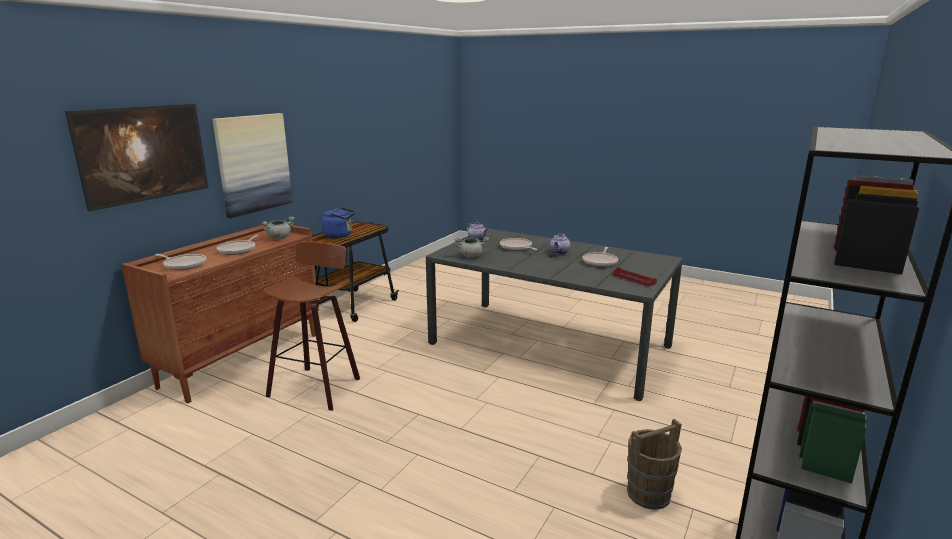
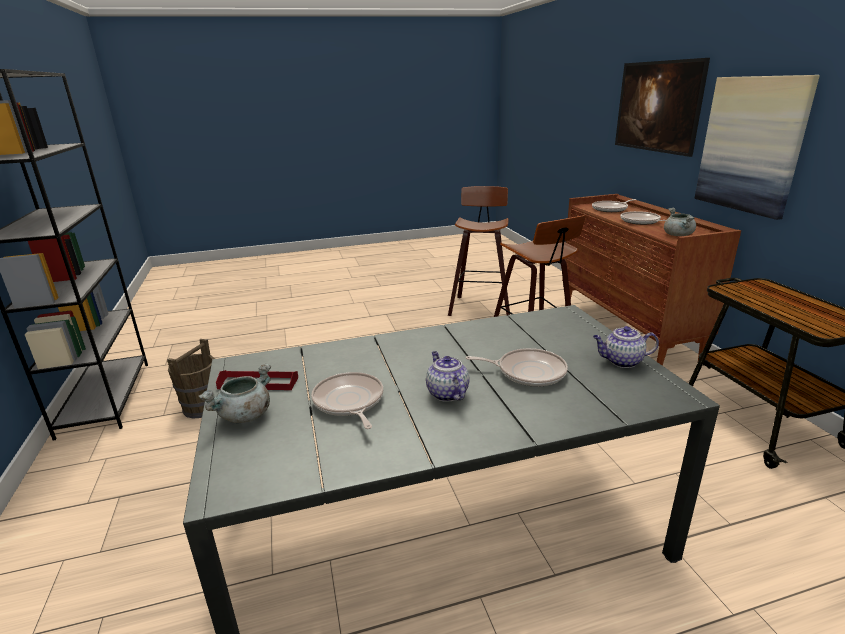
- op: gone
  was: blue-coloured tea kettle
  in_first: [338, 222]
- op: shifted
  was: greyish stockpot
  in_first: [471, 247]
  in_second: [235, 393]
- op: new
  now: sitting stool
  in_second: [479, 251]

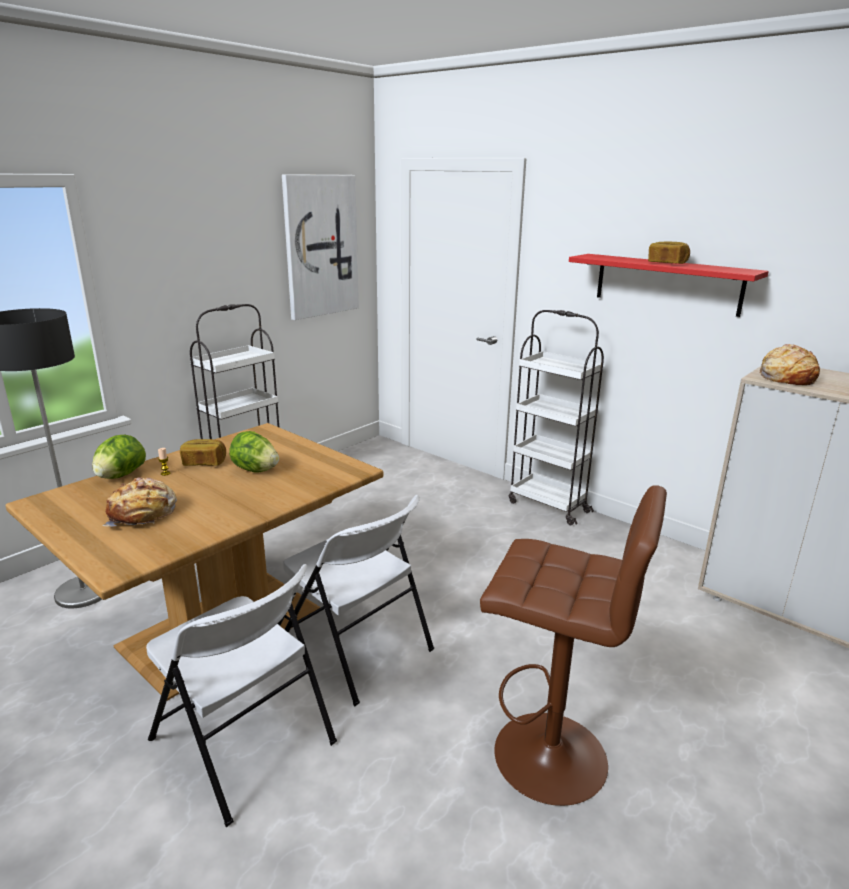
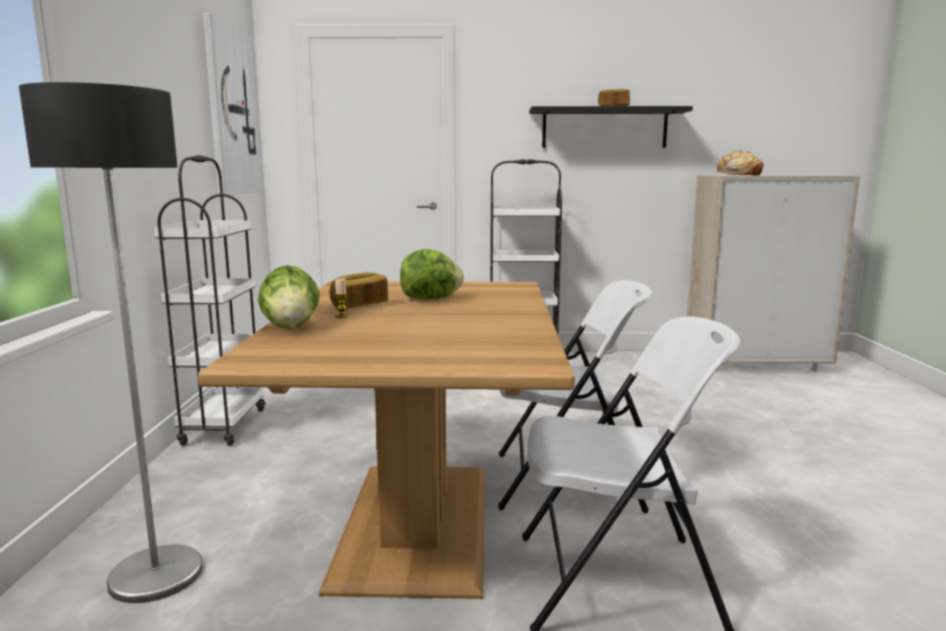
- op: gone
  was: bread
  in_first: [139, 502]
- op: gone
  was: brown-coloured sitting stool
  in_first: [573, 645]
- op: repainted
  was: reddish shelf
  now: black-coloured shelf
  in_first: [669, 285]
  in_second: [611, 127]

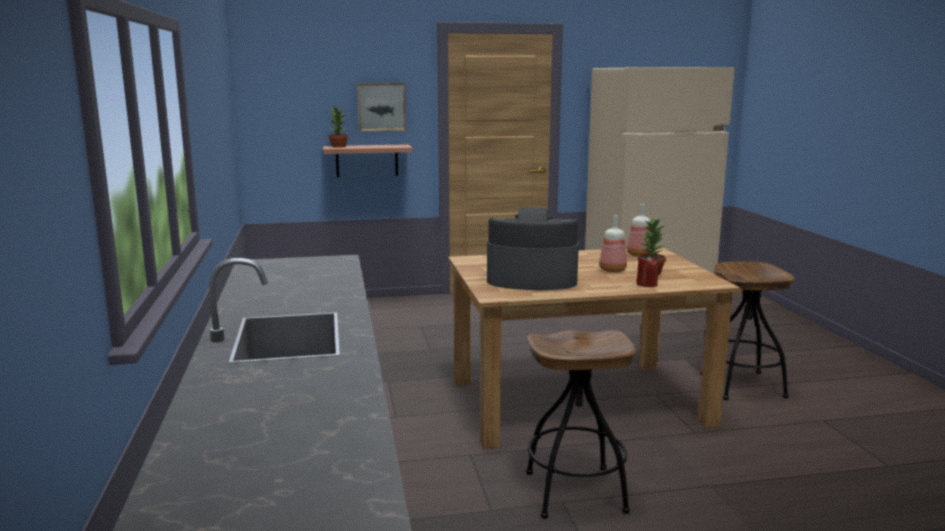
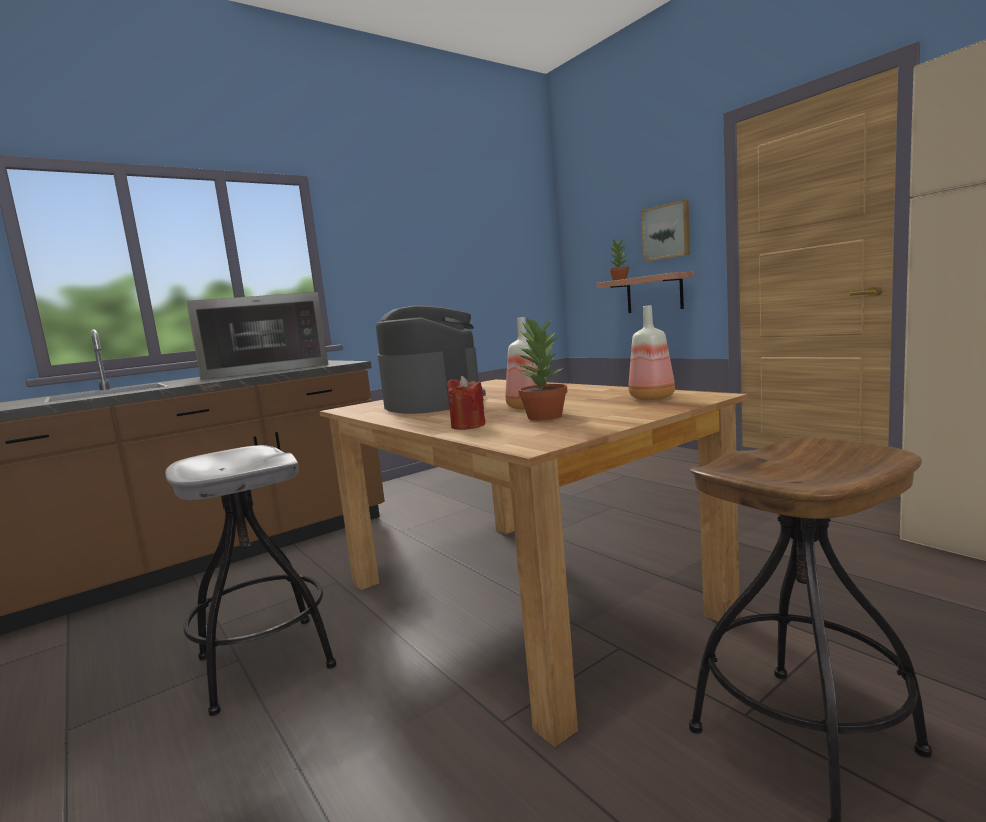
- op: repainted
  was: brown-coloured sitting stool
  now: greyish sitting stool
  in_first: [581, 424]
  in_second: [250, 580]
- op: new
  now: microwave oven
  in_second: [257, 336]

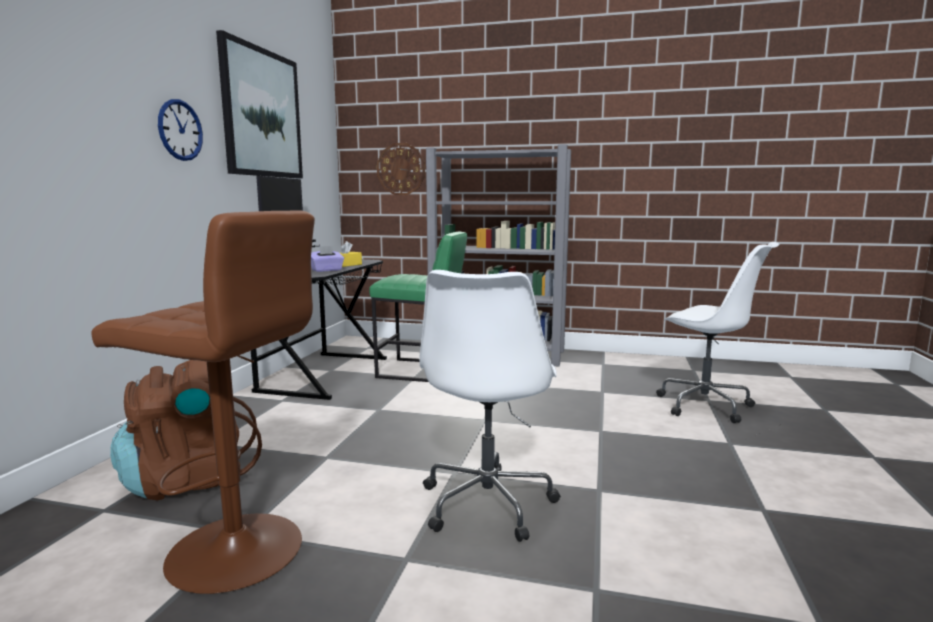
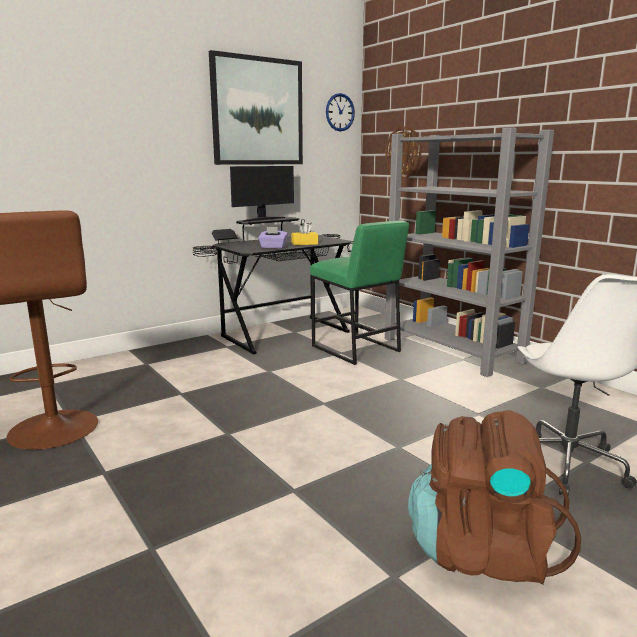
- op: shifted
  was: brown-coloured rucksack
  in_first: [186, 430]
  in_second: [494, 497]
- op: shifted
  was: hanging clock
  in_first: [180, 130]
  in_second: [340, 112]
- op: gone
  was: white-coloured computer chair
  in_first: [490, 406]

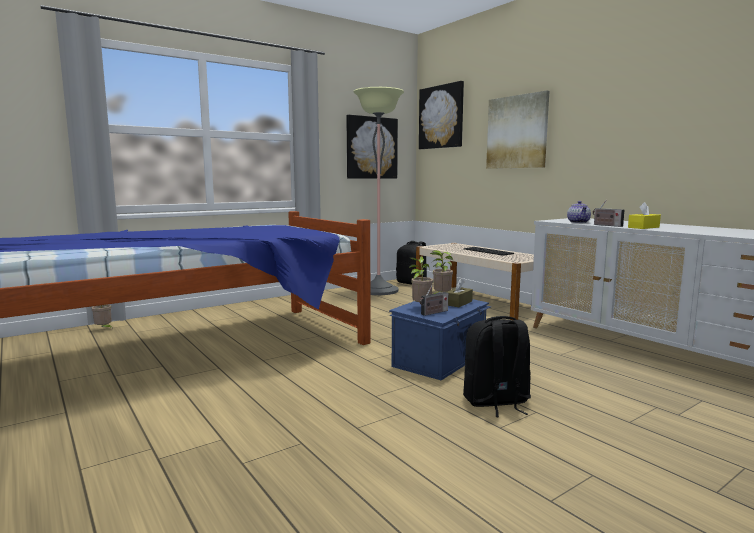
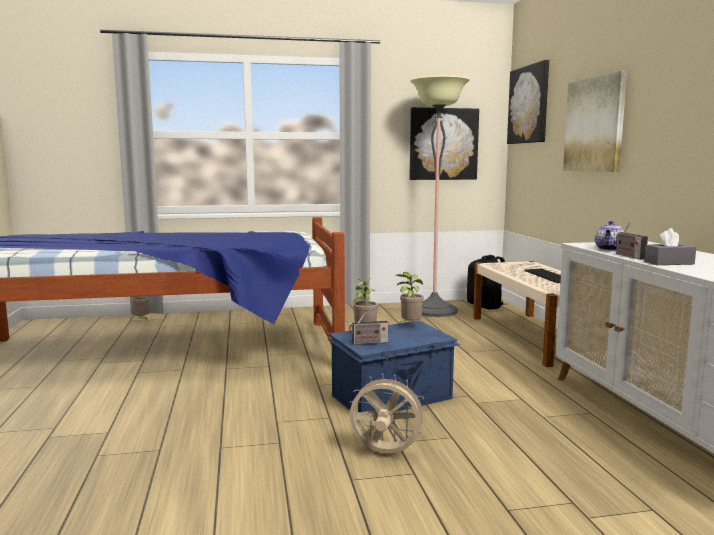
- op: gone
  was: brown-coloured tissue holder
  in_first: [460, 292]
- op: swapped
  was: black-coloured rucksack
  now: sand-coloured electric fan
  in_first: [497, 366]
  in_second: [388, 413]
- op: repainted
  was: yellow-coloured tissue holder
  now: greyish tissue holder
  in_first: [644, 215]
  in_second: [670, 246]

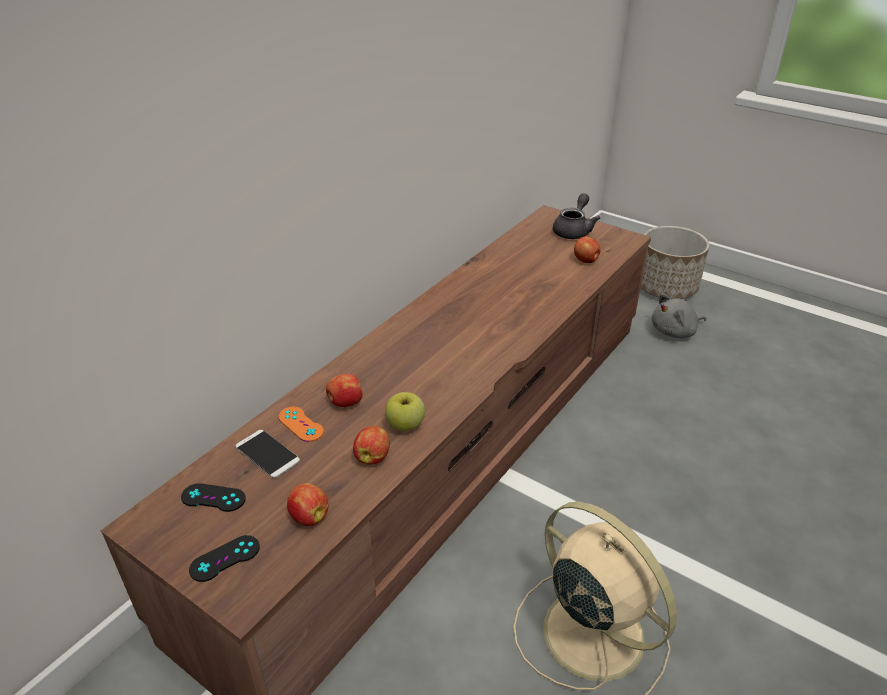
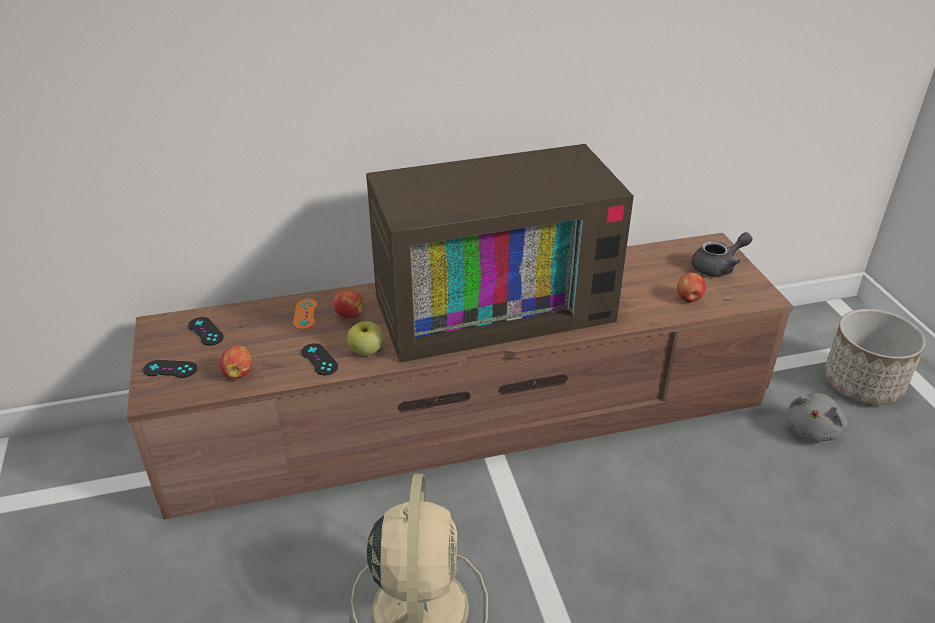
- op: gone
  was: telephone
  in_first: [268, 454]
- op: swapped
  was: apple fruit
  now: black-coloured game controller
  in_first: [371, 445]
  in_second: [319, 359]
- op: rotated
  was: greyish soft toy
  in_first: [679, 315]
  in_second: [817, 417]
  clockwise: -75
- op: new
  now: TV set
  in_second: [500, 253]

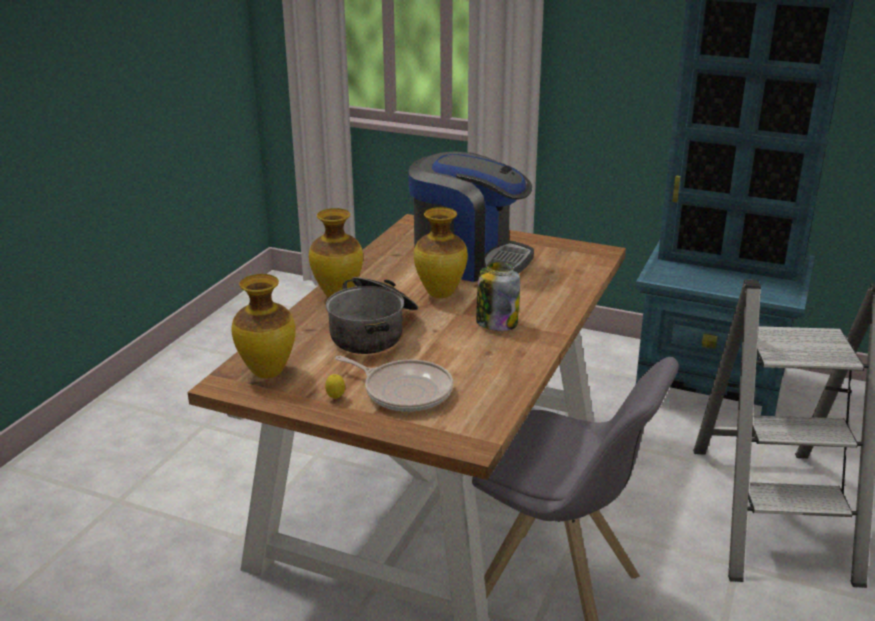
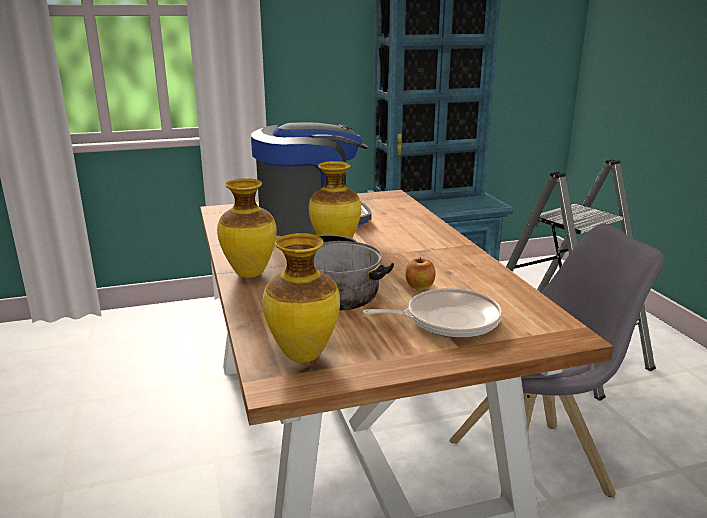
- op: gone
  was: citrus fruit
  in_first: [335, 386]
- op: gone
  was: jar
  in_first: [498, 296]
- op: new
  now: apple fruit
  in_second: [420, 273]

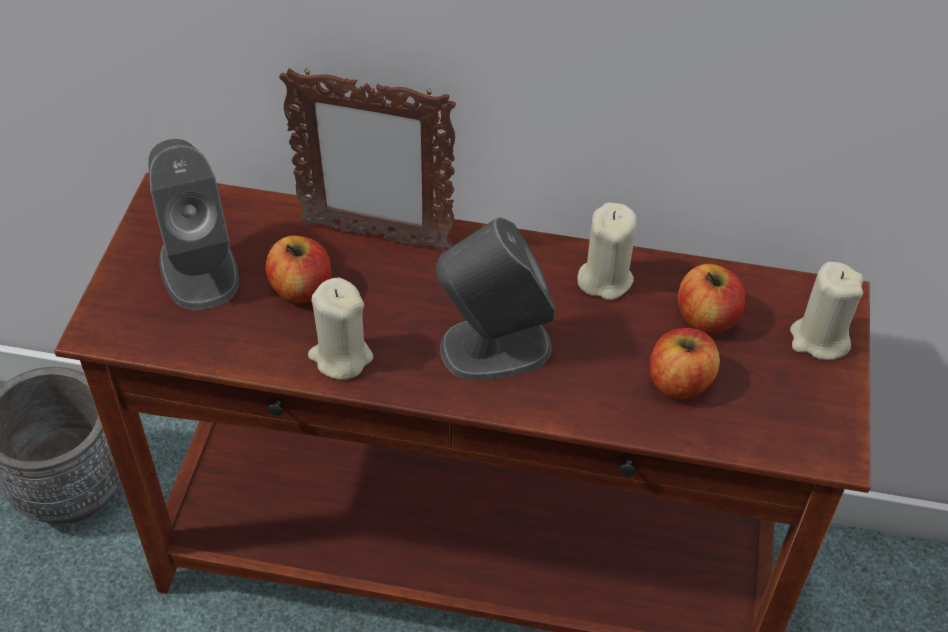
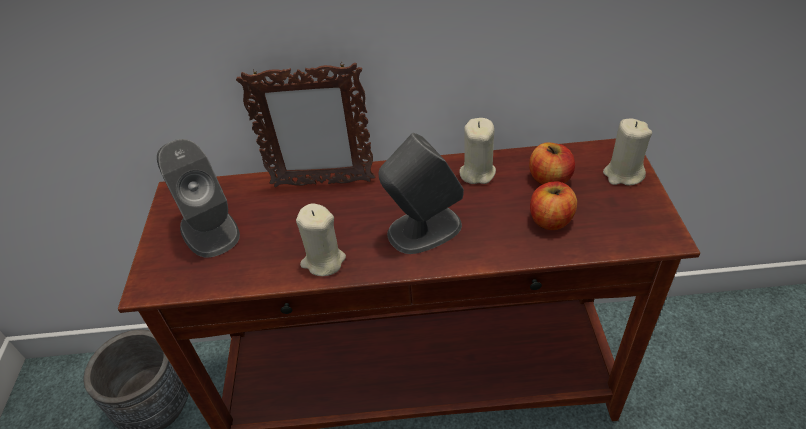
- op: gone
  was: apple fruit
  in_first: [298, 269]

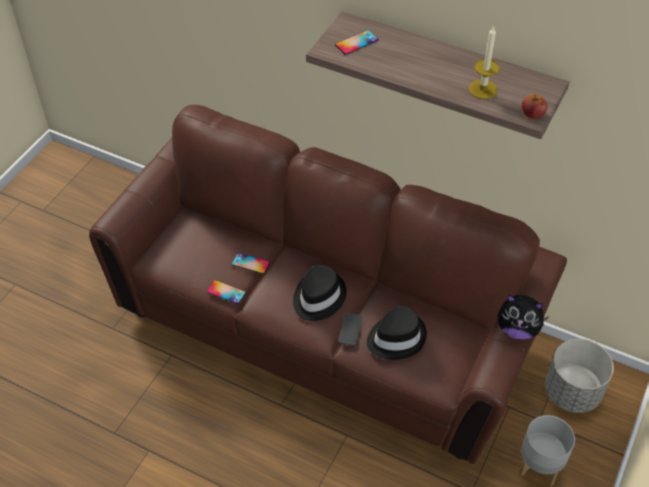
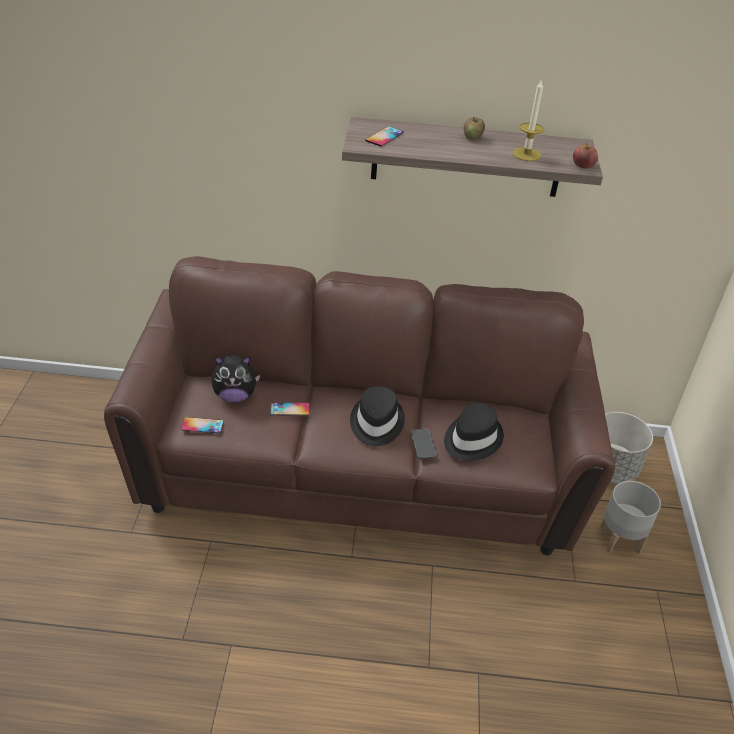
- op: shifted
  was: telephone
  in_first: [226, 292]
  in_second: [202, 425]
- op: shifted
  was: soft toy
  in_first: [523, 317]
  in_second: [235, 378]
- op: new
  now: apple fruit
  in_second: [474, 128]

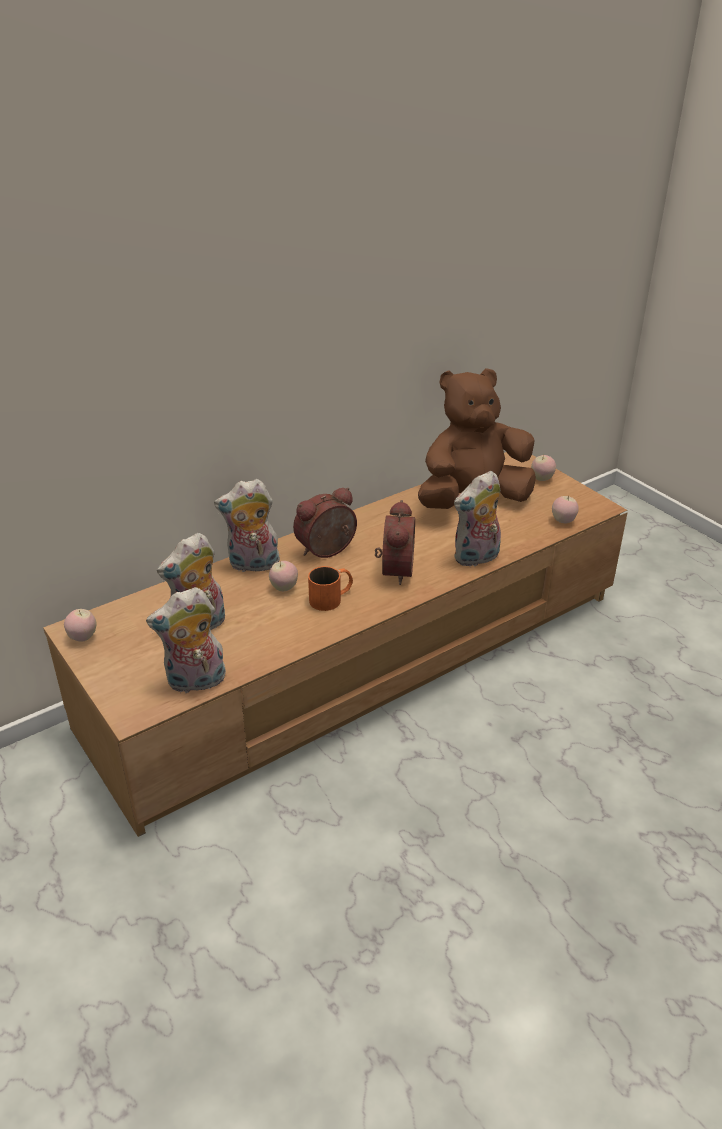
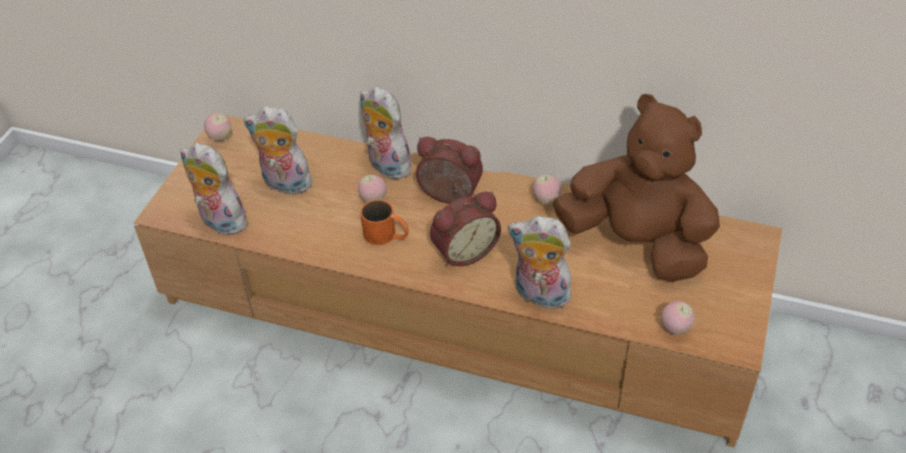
- op: shifted
  was: apple fruit
  in_first: [543, 468]
  in_second: [547, 190]

